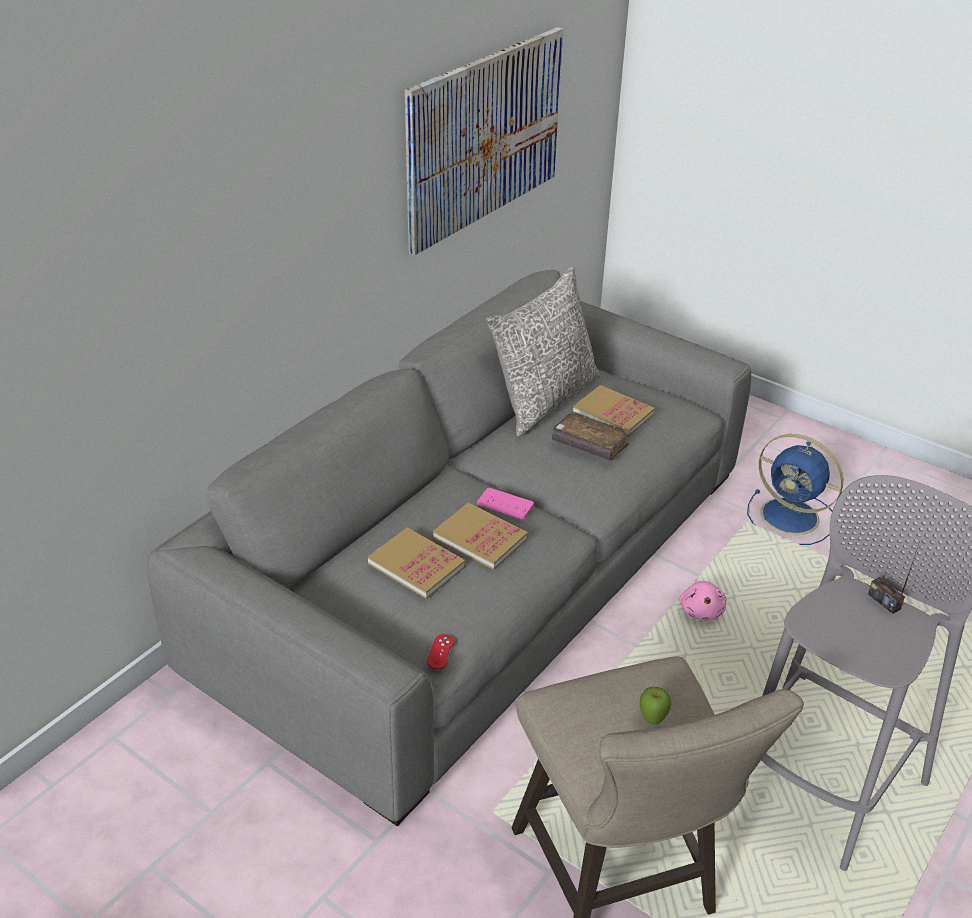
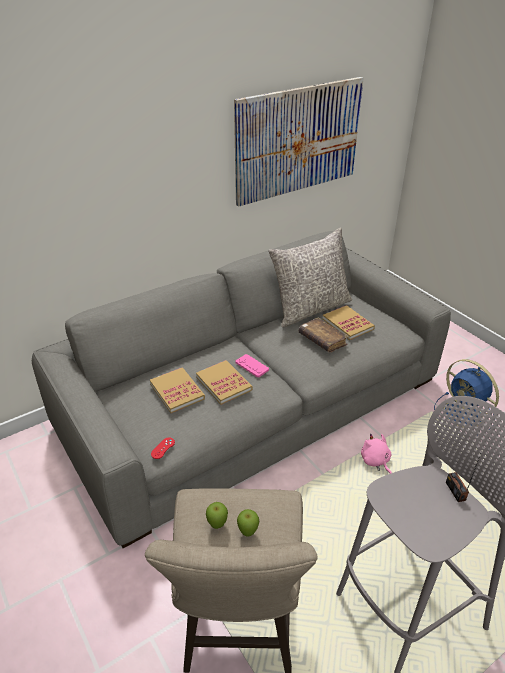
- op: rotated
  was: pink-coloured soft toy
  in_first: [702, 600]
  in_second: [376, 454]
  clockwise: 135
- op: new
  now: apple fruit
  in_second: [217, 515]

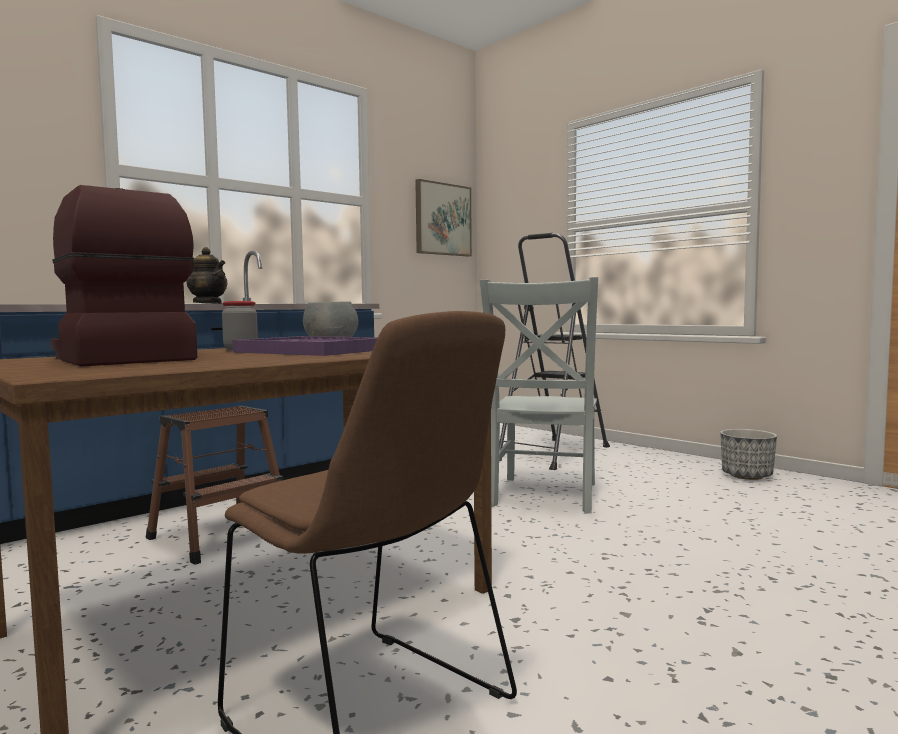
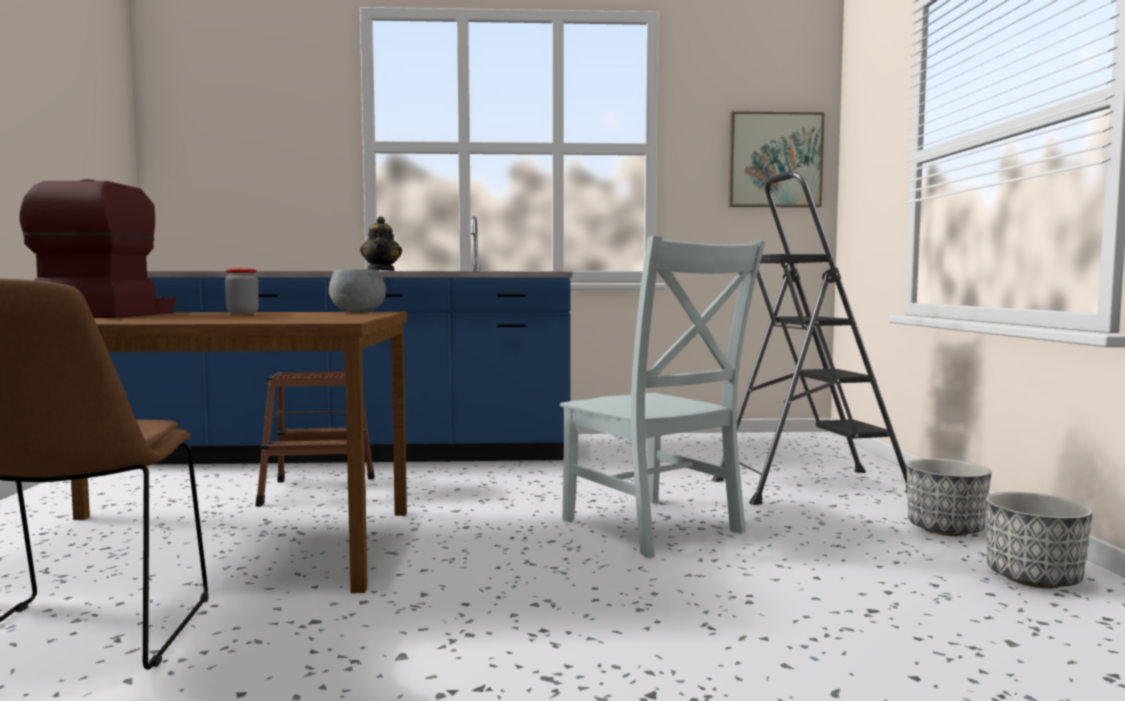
- op: gone
  was: purple tray
  in_first: [305, 346]
- op: rotated
  was: greyish upright chair
  in_first: [539, 395]
  in_second: [663, 397]
  clockwise: -90
- op: new
  now: plant pot
  in_second: [949, 497]

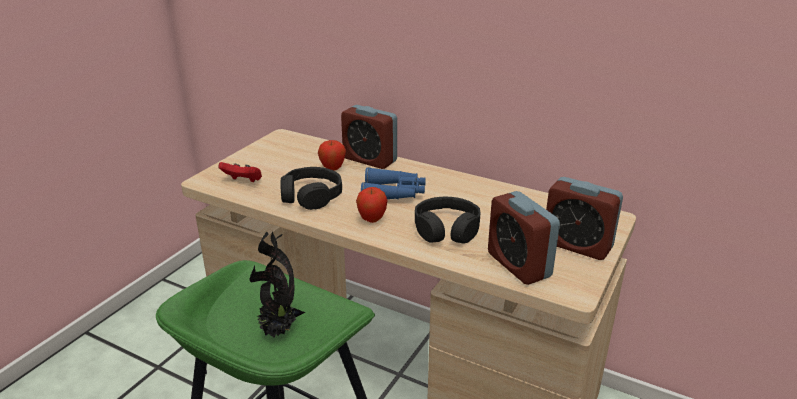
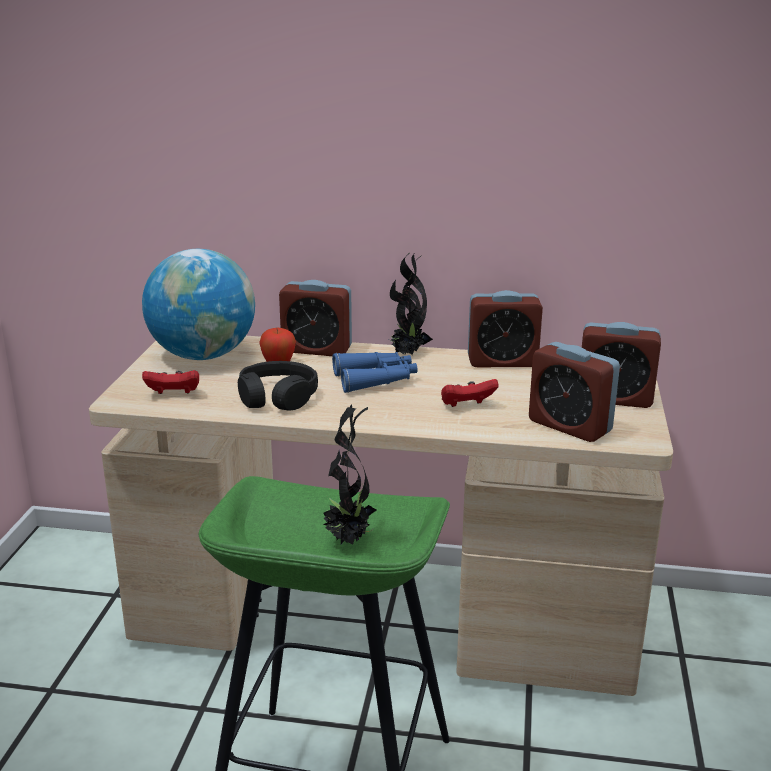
- op: gone
  was: apple fruit
  in_first: [372, 205]
- op: swapped
  was: black-coloured headphones
  now: reddish game controller
  in_first: [447, 220]
  in_second: [469, 393]
- op: new
  now: world globe
  in_second: [198, 304]
- op: new
  now: houseplant
  in_second: [411, 303]
- op: new
  now: bedside clock
  in_second: [505, 328]

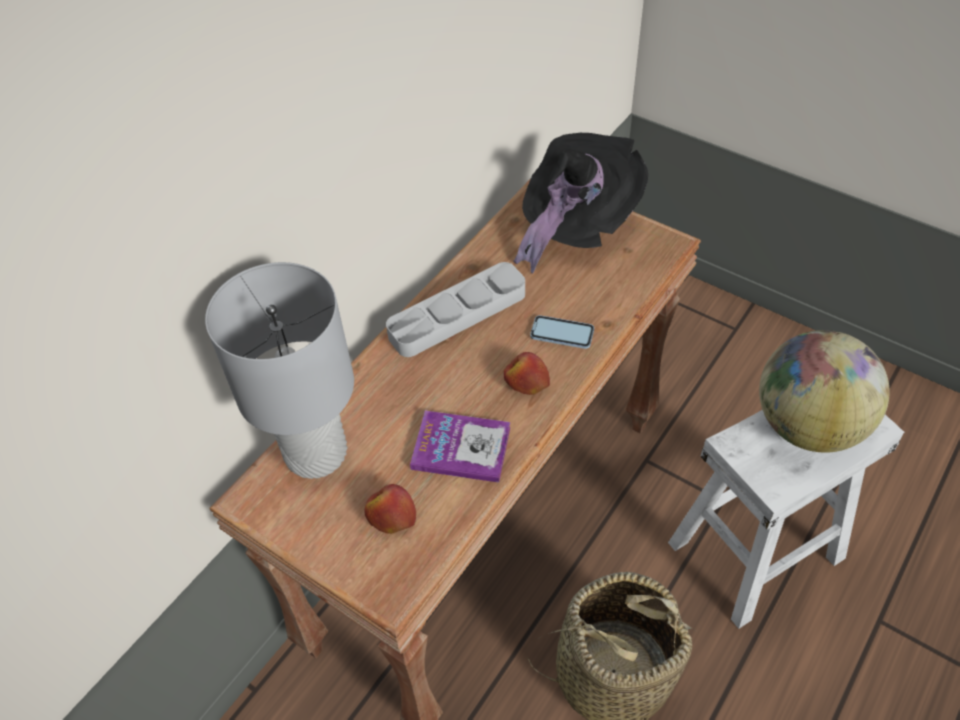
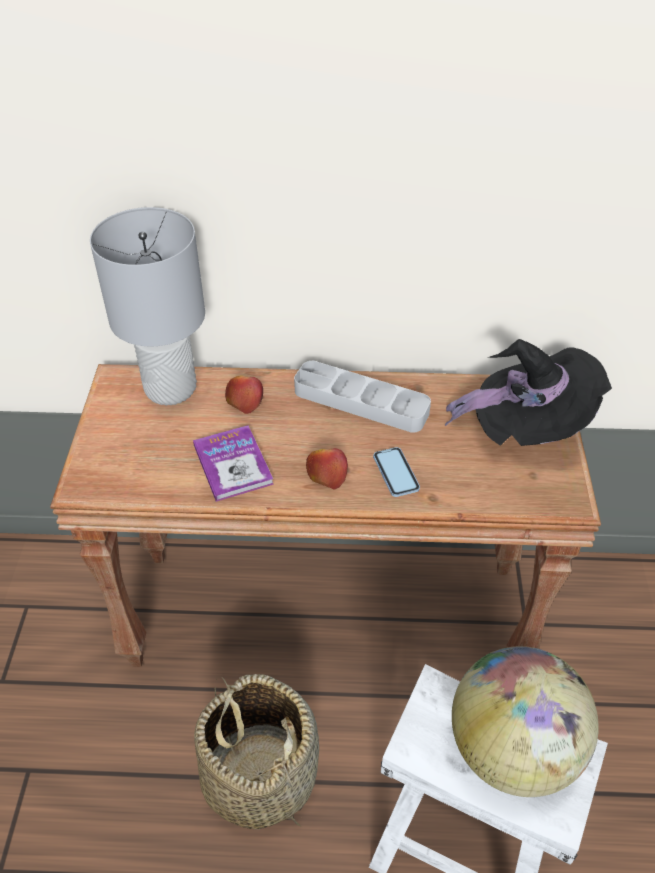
- op: shifted
  was: apple fruit
  in_first: [390, 509]
  in_second: [244, 394]

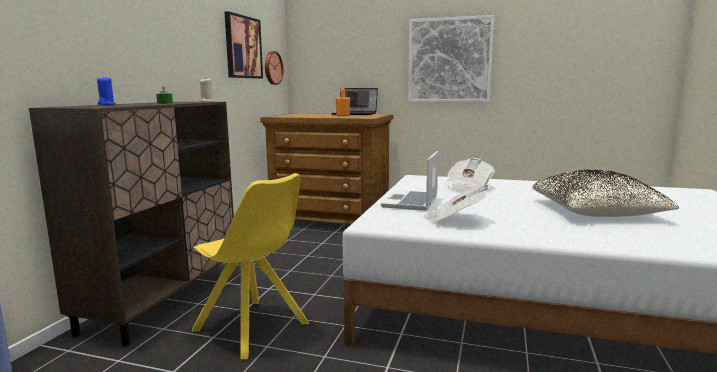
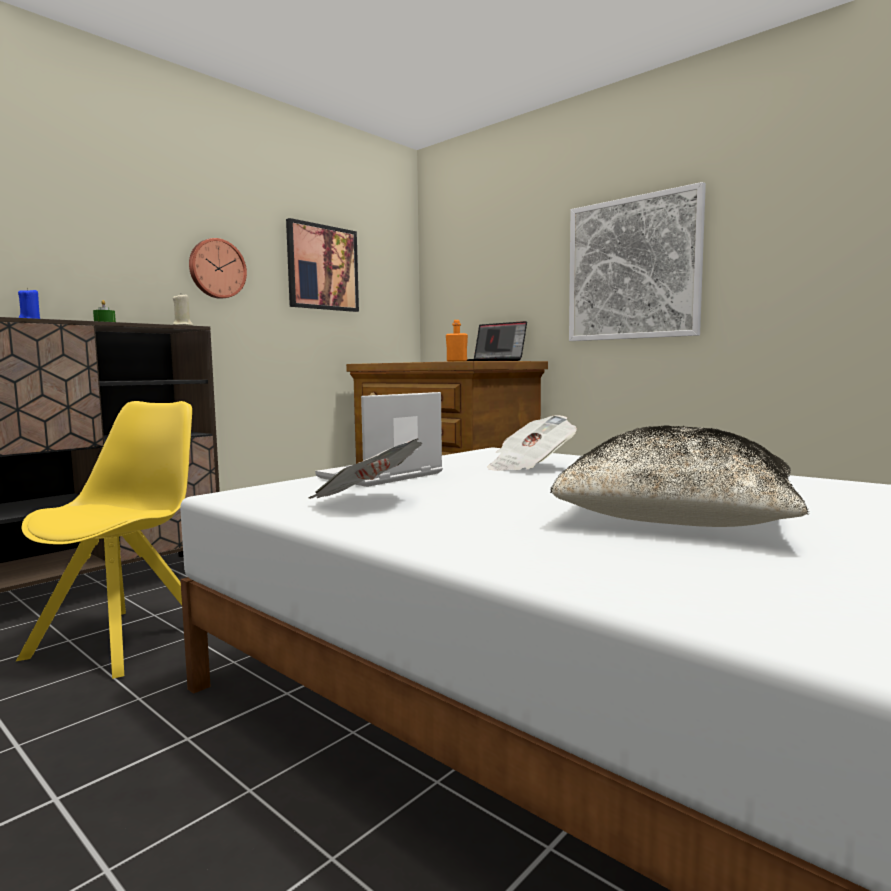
- op: rotated
  was: yellow-coloured upright chair
  in_first: [250, 266]
  in_second: [104, 540]
  clockwise: -135
- op: shifted
  was: hanging clock
  in_first: [274, 68]
  in_second: [218, 268]

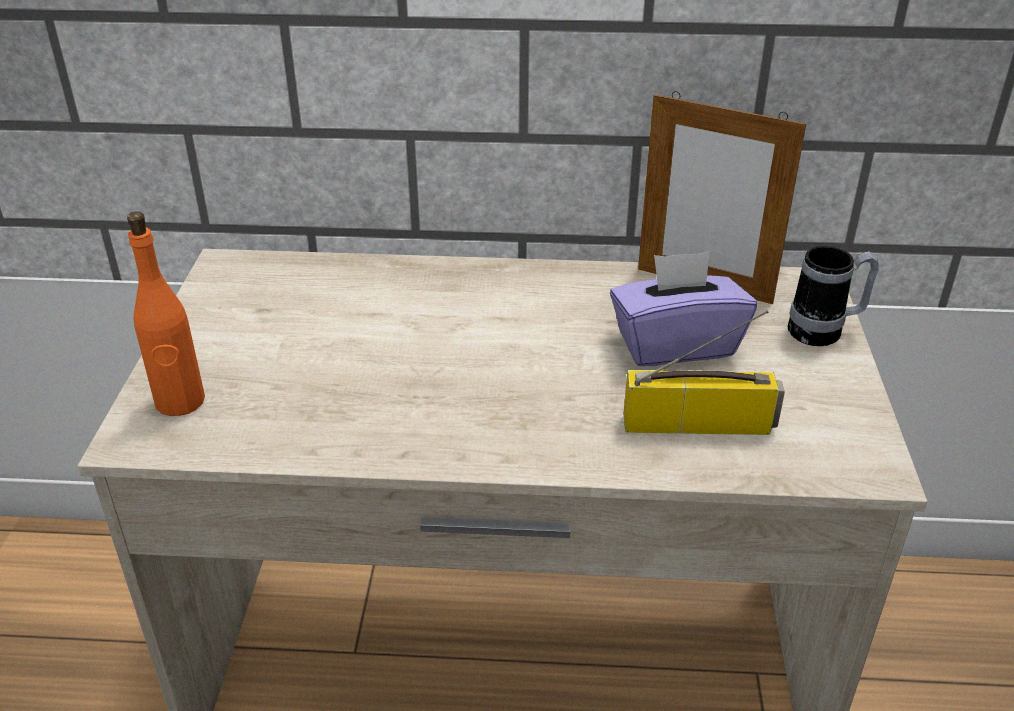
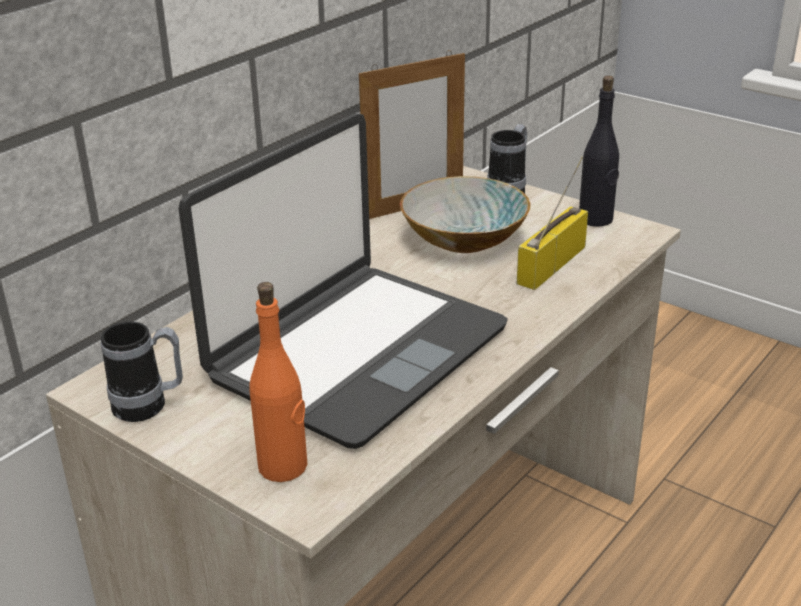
- op: swapped
  was: purple tissue holder
  now: deep dish
  in_first: [683, 309]
  in_second: [465, 214]
- op: new
  now: mug
  in_second: [142, 371]
- op: new
  now: notebook computer
  in_second: [343, 281]
- op: new
  now: black-coloured bottle
  in_second: [599, 151]

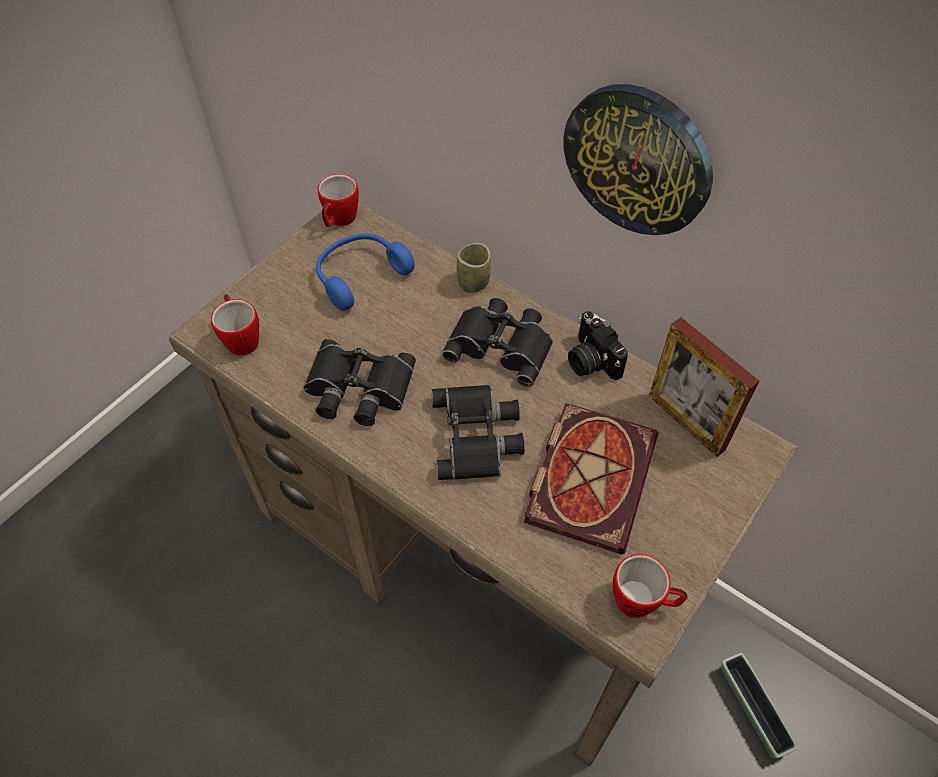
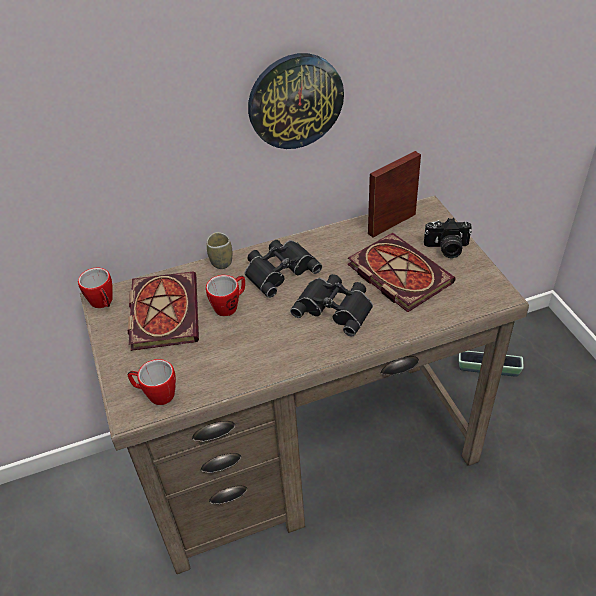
- op: gone
  was: black-coloured field glasses
  in_first: [360, 382]
- op: swapped
  was: blue-coloured headphones
  now: book
  in_first: [365, 272]
  in_second: [163, 311]
- op: shifted
  was: photo camera
  in_first: [598, 345]
  in_second: [448, 238]
- op: shifted
  was: mug
  in_first: [650, 586]
  in_second: [225, 295]
- op: rotated
  was: picture frame
  in_first: [704, 387]
  in_second: [394, 194]
  clockwise: 150

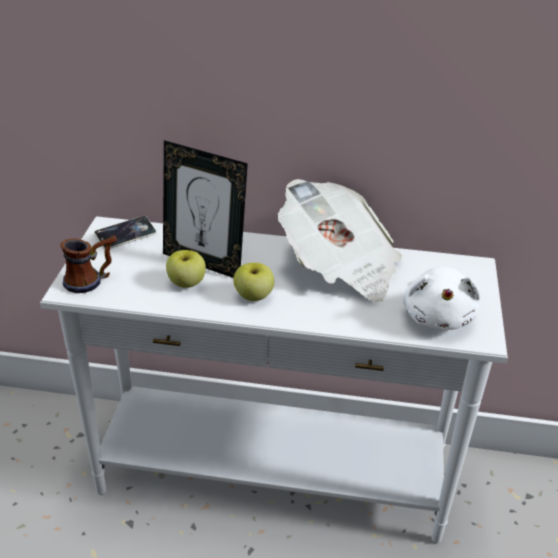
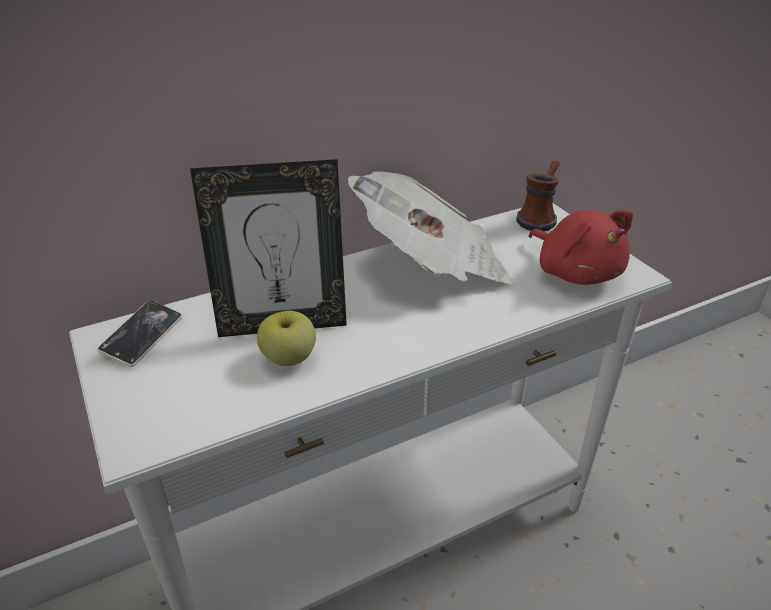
- op: shifted
  was: mug
  in_first: [88, 264]
  in_second: [538, 196]
- op: gone
  was: apple fruit
  in_first: [253, 282]
- op: repainted
  was: white-coloured soft toy
  now: reddish soft toy
  in_first: [441, 298]
  in_second: [581, 247]

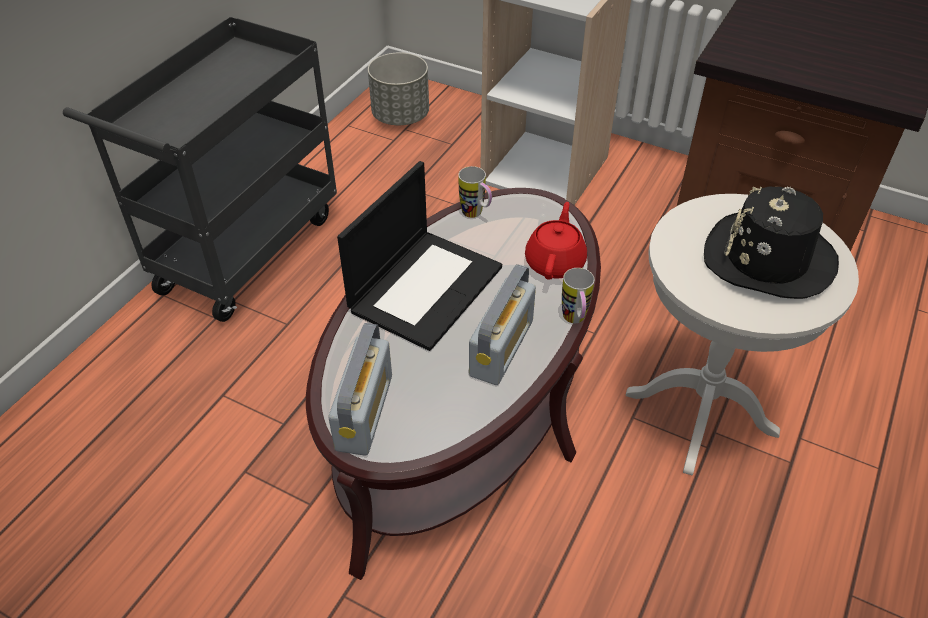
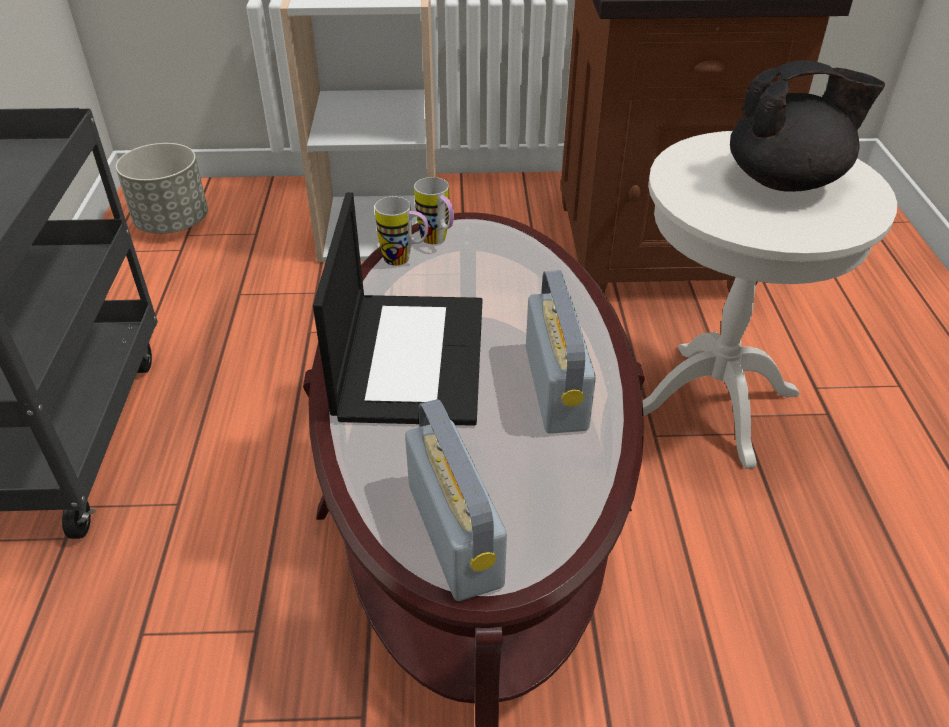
- op: gone
  was: reddish teapot
  in_first: [556, 240]
- op: shifted
  was: mug
  in_first: [578, 295]
  in_second: [434, 210]
- op: swapped
  was: black-coloured hat
  now: black-coloured teapot
  in_first: [771, 242]
  in_second: [807, 126]

